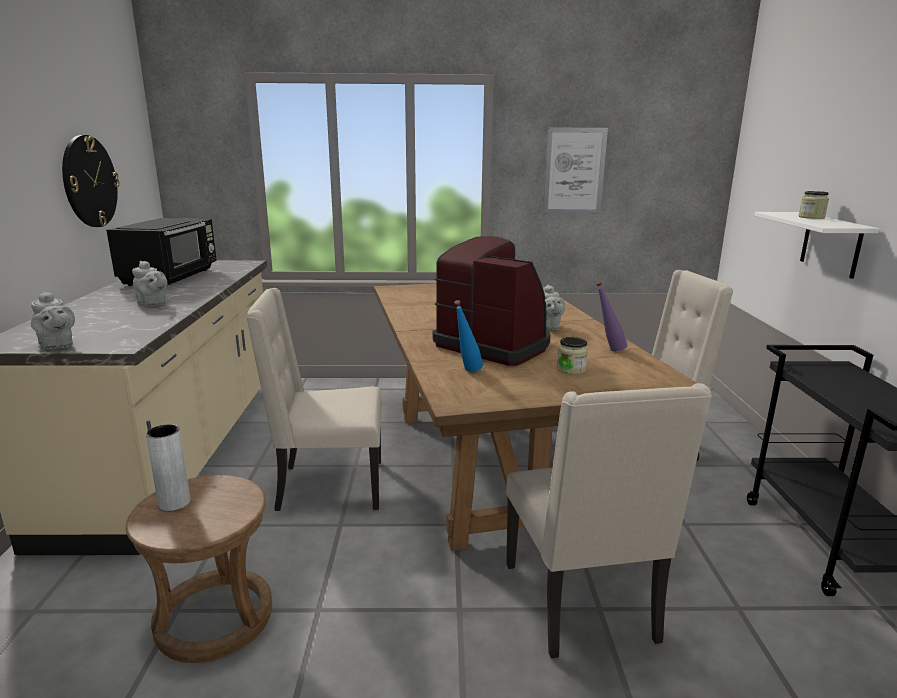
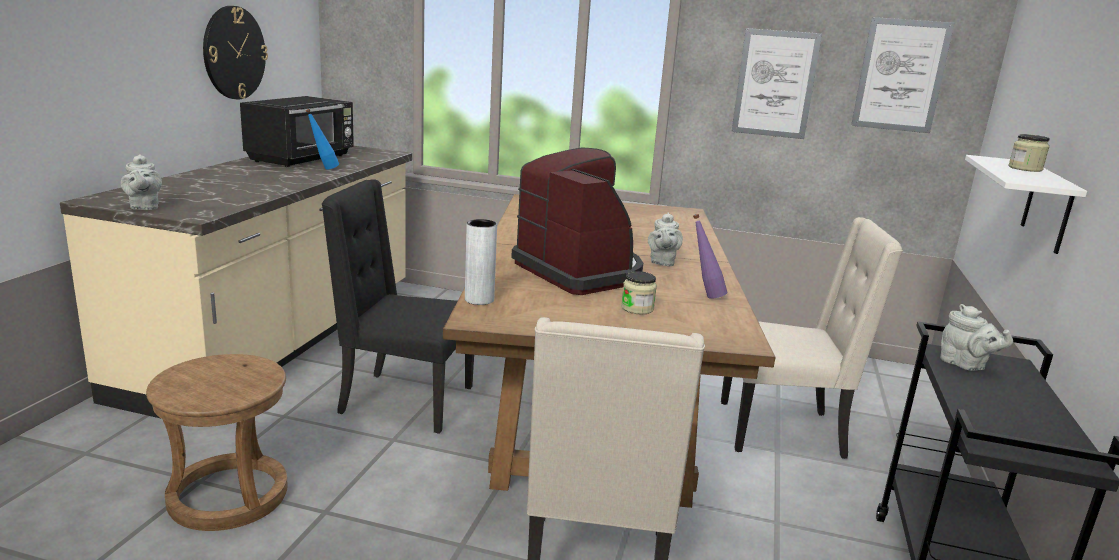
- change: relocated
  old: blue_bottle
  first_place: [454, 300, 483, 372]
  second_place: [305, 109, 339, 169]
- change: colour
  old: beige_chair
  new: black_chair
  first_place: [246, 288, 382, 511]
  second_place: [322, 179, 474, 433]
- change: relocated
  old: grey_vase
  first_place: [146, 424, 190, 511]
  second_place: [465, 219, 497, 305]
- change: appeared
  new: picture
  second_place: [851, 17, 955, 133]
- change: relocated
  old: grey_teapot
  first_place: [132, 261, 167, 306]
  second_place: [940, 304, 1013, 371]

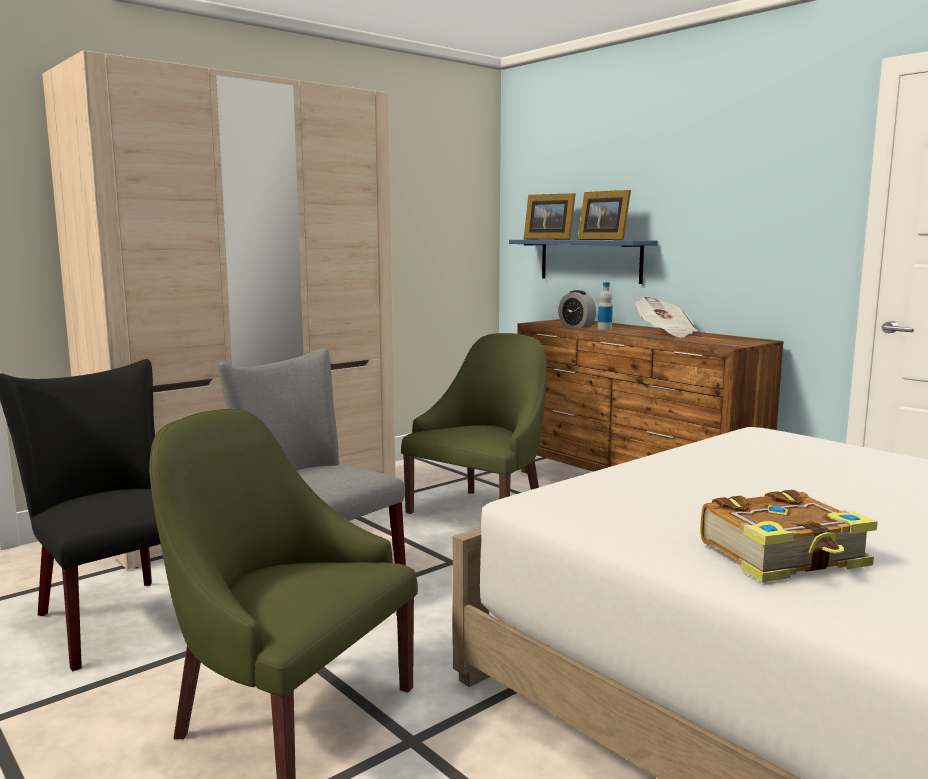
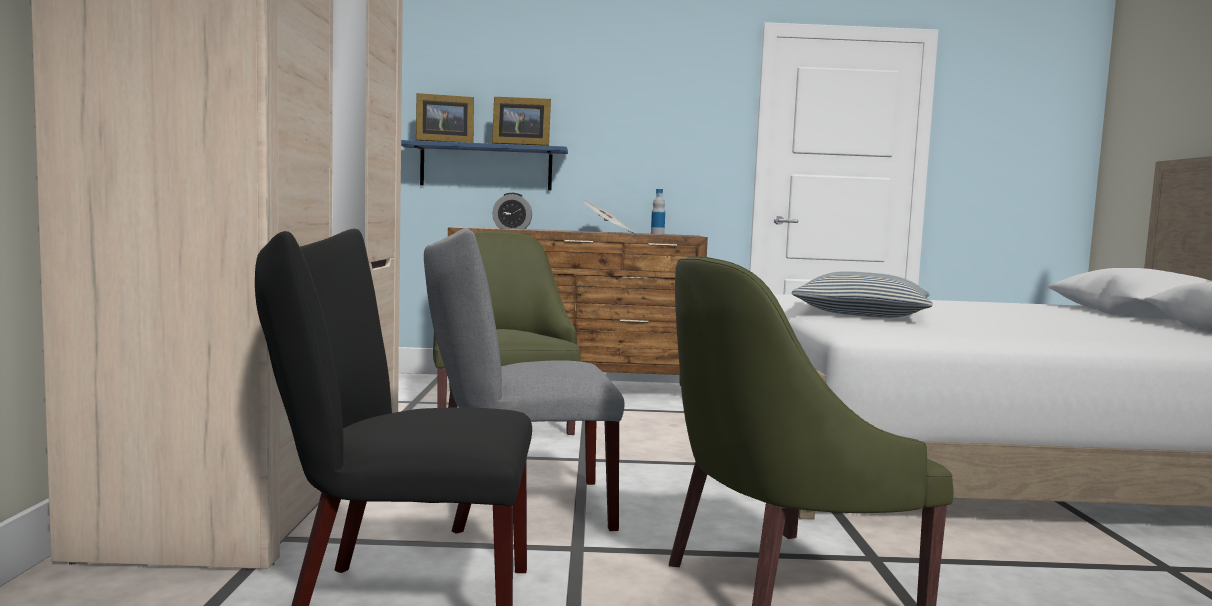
- change: relocated
  old: bottle
  first_place: [598, 282, 613, 330]
  second_place: [651, 189, 665, 235]
- change: appeared
  new: pillow
  second_place: [792, 271, 933, 318]
- change: missing
  old: book
  first_place: [701, 490, 878, 582]

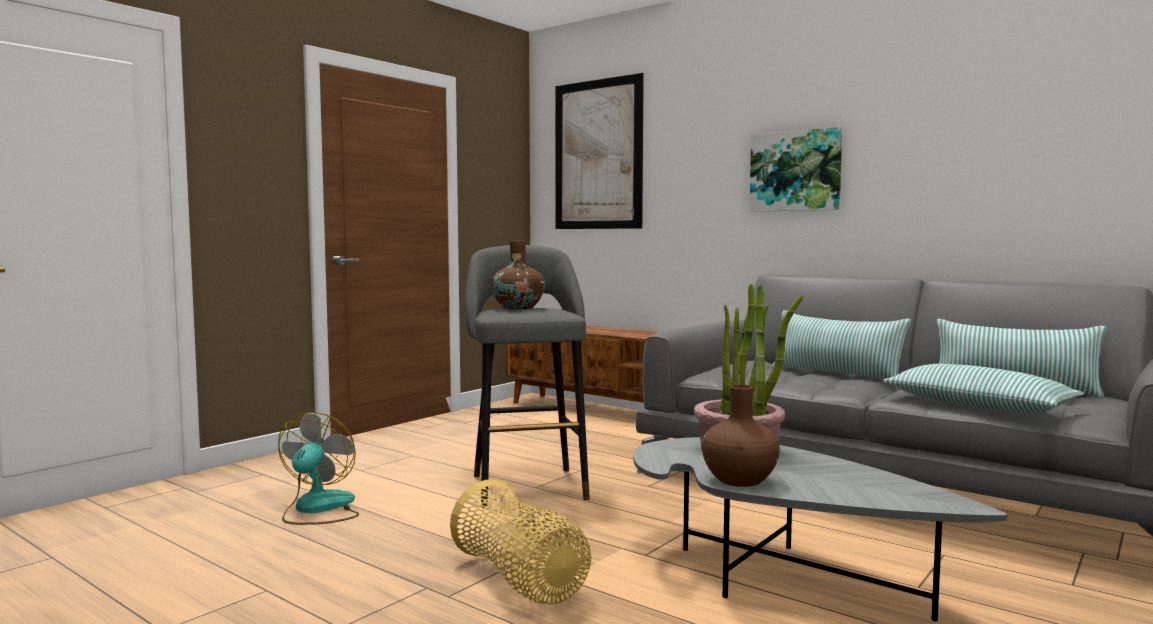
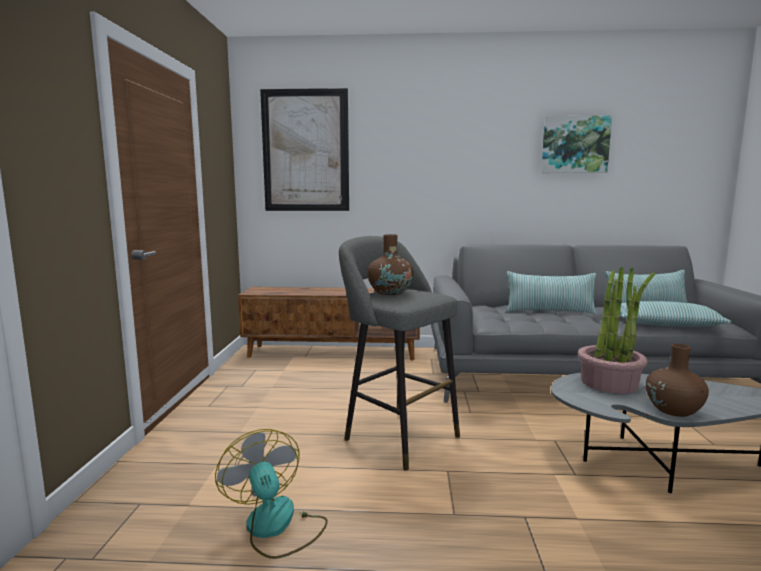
- change: relocated
  old: picture
  first_place: [750, 127, 842, 212]
  second_place: [541, 116, 612, 173]
- change: missing
  old: basket
  first_place: [450, 480, 591, 604]

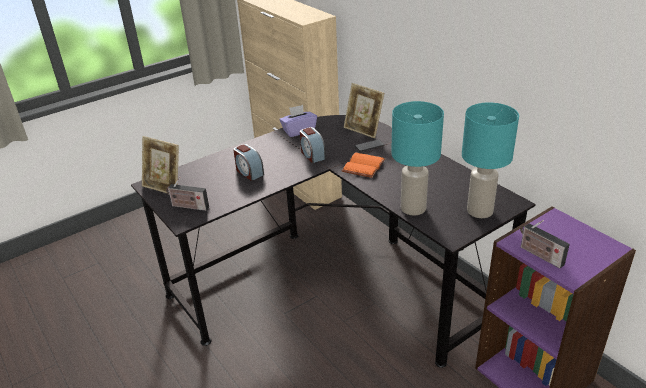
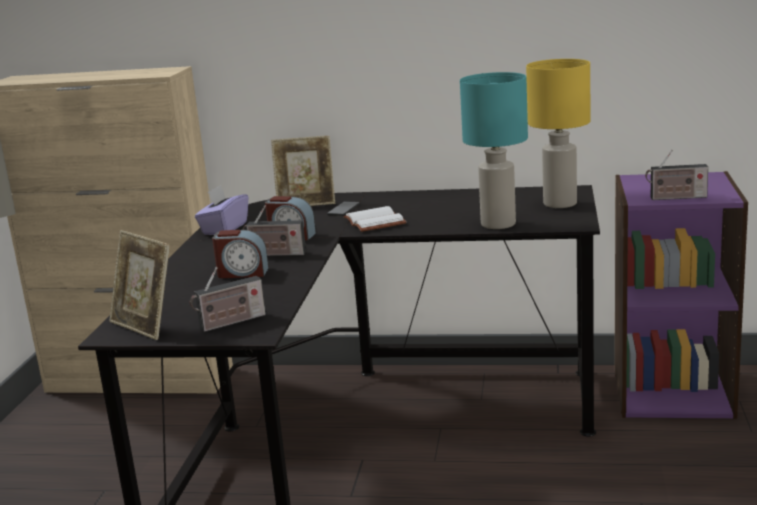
- change: spun
  old: picture_frame
  first_place: [142, 136, 179, 194]
  second_place: [109, 230, 170, 340]
  degrees: 60
- change: appeared
  new: radio
  second_place: [242, 205, 306, 256]
- change: colour
  old: orange_book
  new: white_book
  first_place: [342, 153, 385, 178]
  second_place: [343, 206, 407, 232]
- change: colour
  old: turquoise_table_lamp
  new: yellow_table_lamp
  first_place: [462, 102, 519, 218]
  second_place: [526, 59, 590, 208]

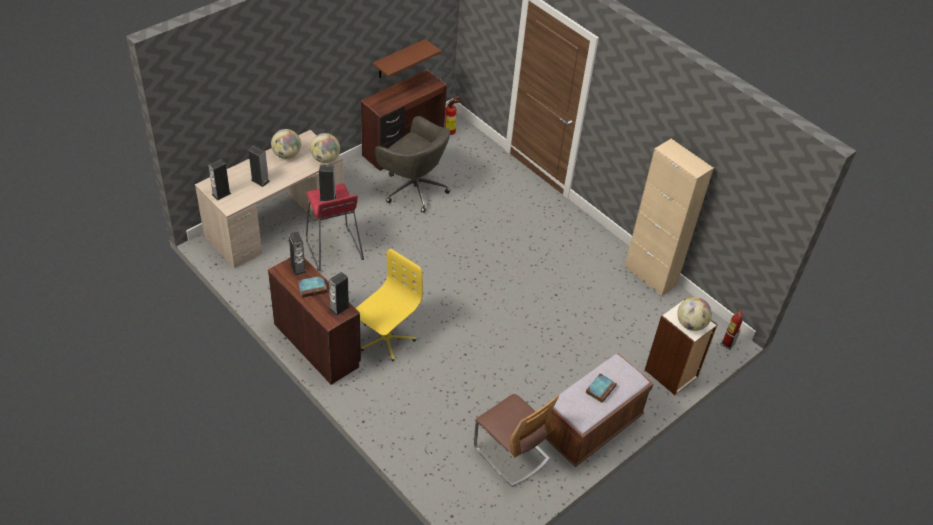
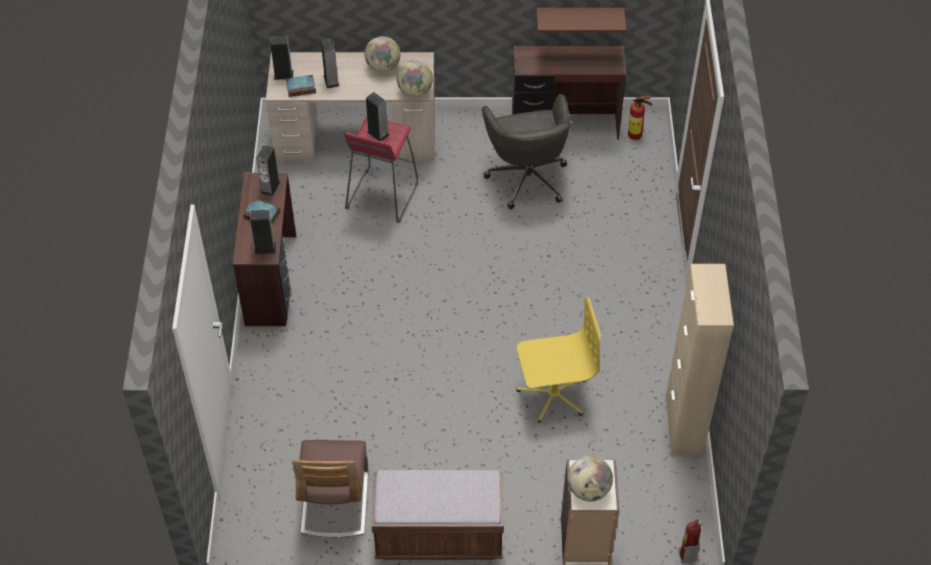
- change: relocated
  old: book
  first_place: [586, 373, 617, 403]
  second_place: [286, 75, 316, 97]
- change: relocated
  old: yellow_office_chair
  first_place: [356, 249, 423, 362]
  second_place: [516, 297, 601, 423]

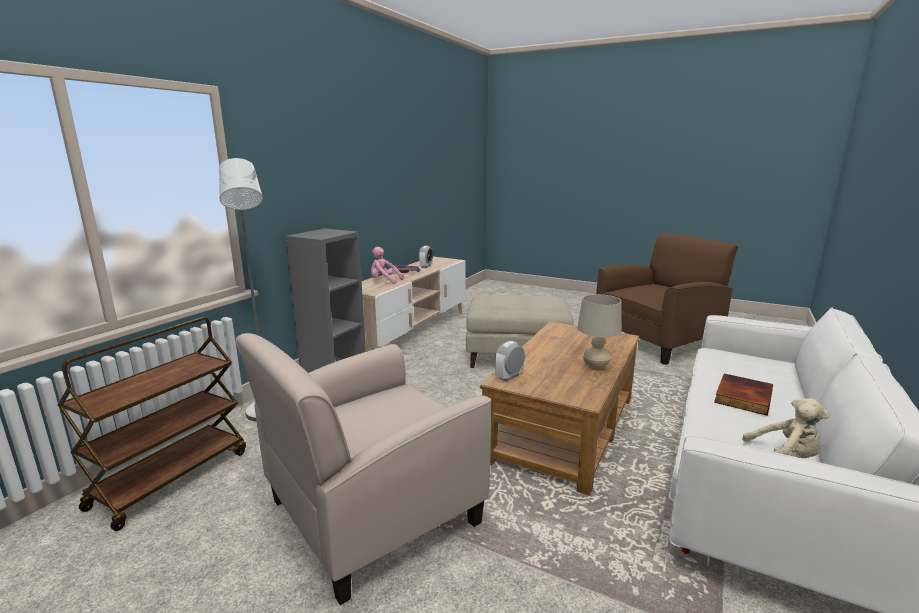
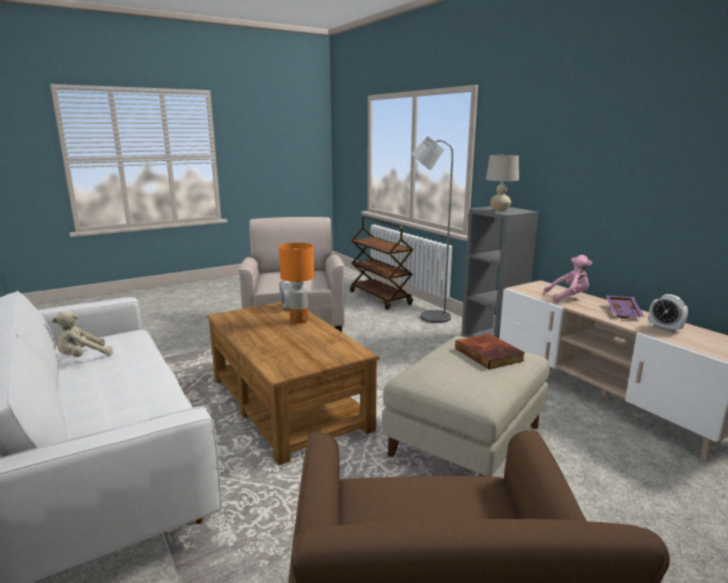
- change: appeared
  new: orange_table_lamp
  second_place: [279, 242, 314, 323]
- change: relocated
  old: book
  first_place: [714, 374, 773, 415]
  second_place: [455, 333, 525, 369]
- change: relocated
  old: beige_table_lamp
  first_place: [577, 294, 622, 370]
  second_place: [486, 155, 519, 211]
- change: spun
  old: pink_plush_toy
  first_place: [371, 247, 404, 284]
  second_place: [544, 255, 592, 302]
  degrees: 45

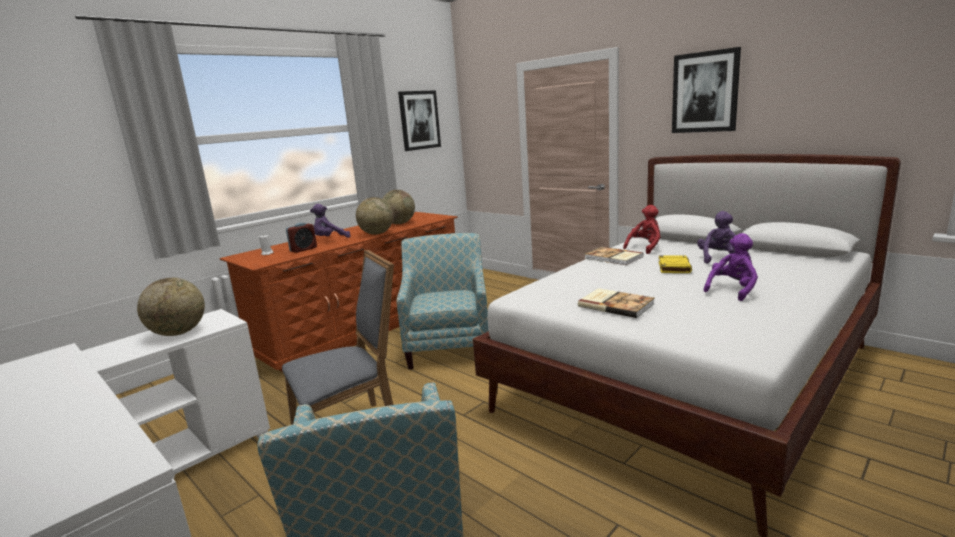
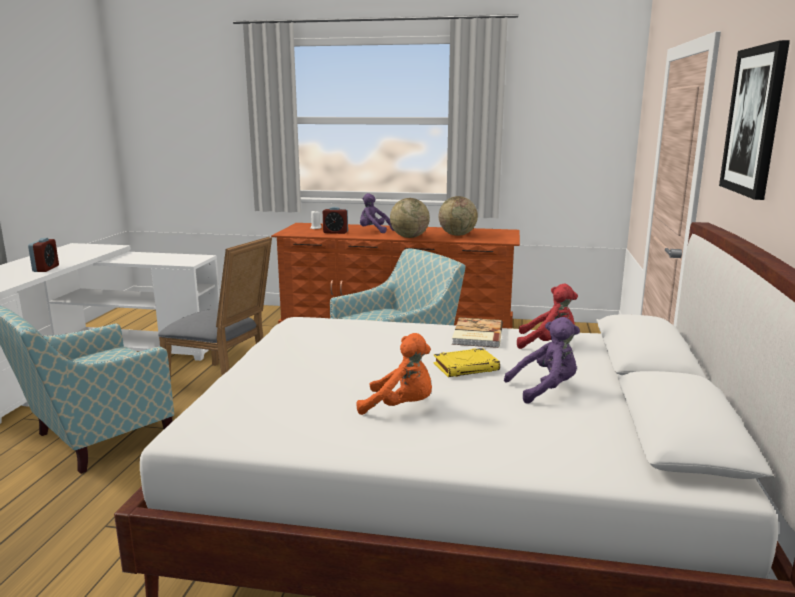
- change: appeared
  new: alarm_clock
  second_place: [28, 238, 59, 272]
- change: colour
  old: purple_plush_toy
  new: orange_plush_toy
  first_place: [704, 233, 758, 301]
  second_place: [357, 333, 432, 415]
- change: missing
  old: globe
  first_place: [137, 278, 205, 336]
- change: missing
  old: picture
  first_place: [398, 90, 441, 151]
- change: missing
  old: book
  first_place: [578, 288, 655, 318]

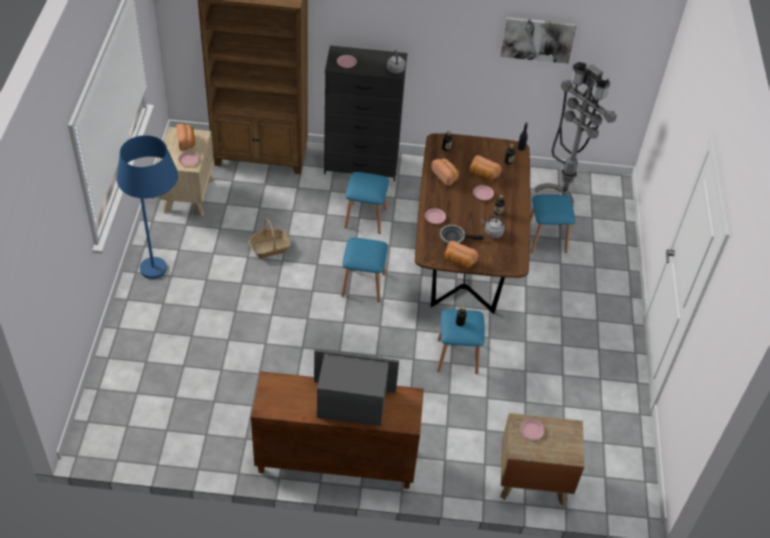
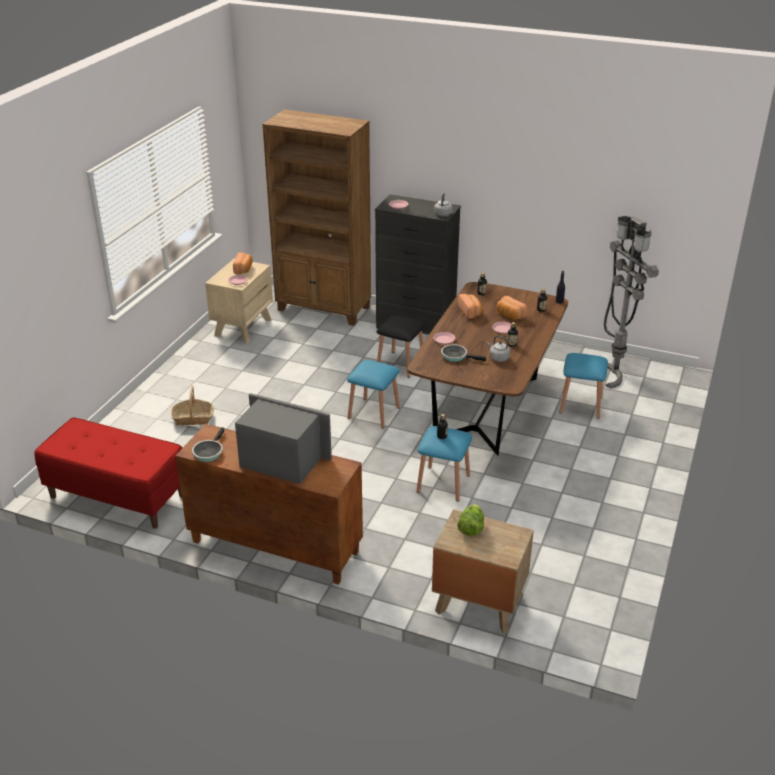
- change: appeared
  new: red_bench
  second_place: [34, 418, 183, 529]
- change: relocated
  old: basket
  first_place: [249, 219, 291, 258]
  second_place: [171, 385, 214, 426]
- change: appeared
  new: frying_pan
  second_place: [192, 427, 225, 462]
- change: colour
  old: blue_stool
  new: black_stool
  first_place: [344, 172, 389, 234]
  second_place: [377, 315, 425, 378]
- change: exchanged
  old: pink_plate
  new: lettuce
  first_place: [520, 419, 545, 440]
  second_place: [457, 504, 484, 536]
- change: missing
  old: blue_floor_lamp
  first_place: [117, 135, 178, 279]
- change: missing
  old: bread
  first_place: [445, 241, 478, 268]
- change: missing
  old: picture
  first_place: [500, 17, 577, 64]

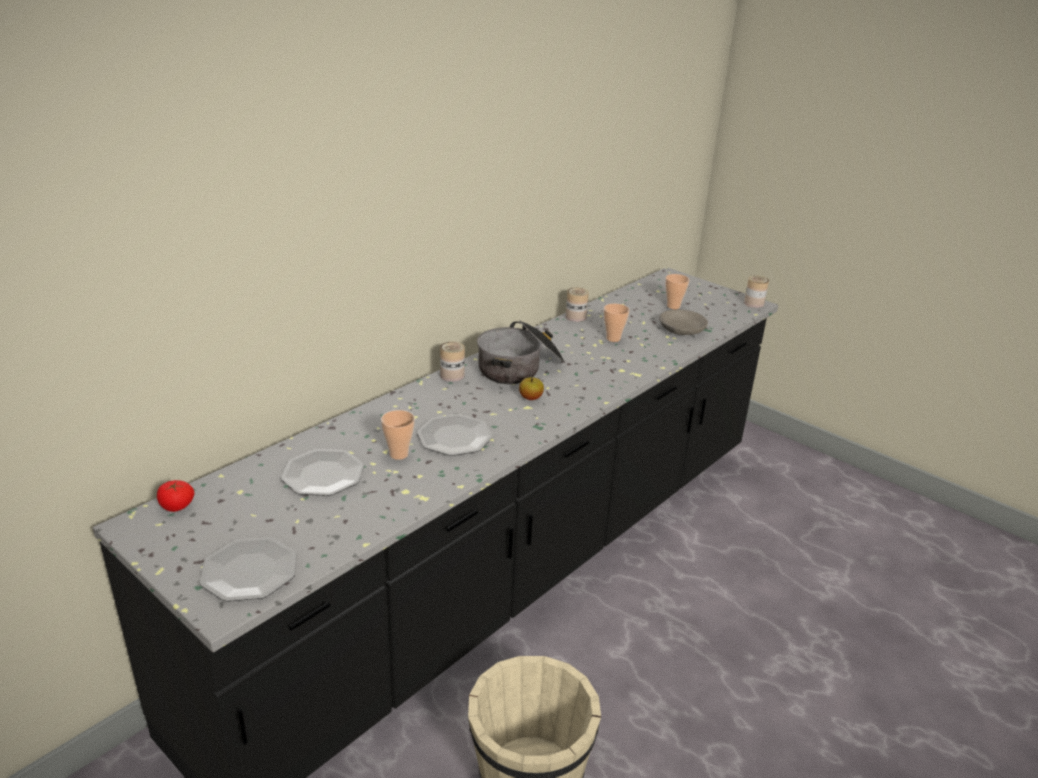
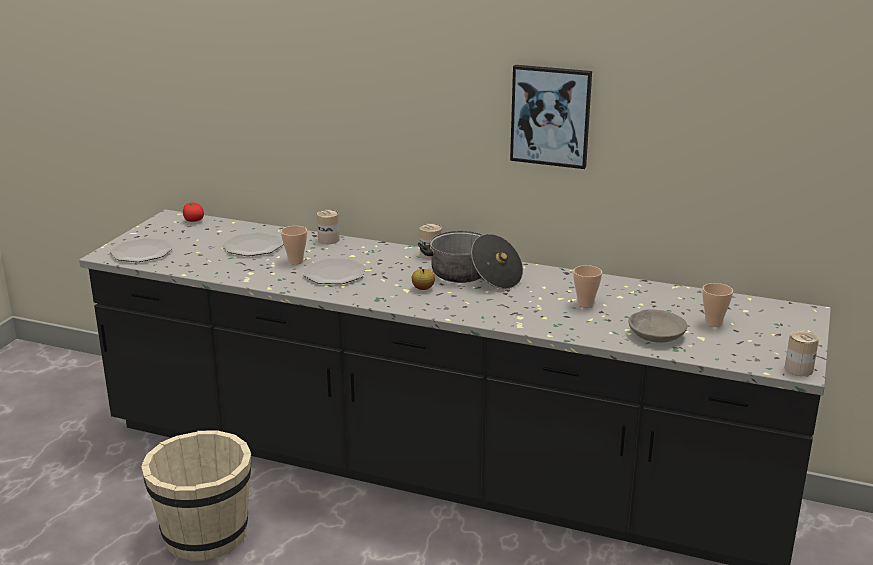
- change: relocated
  old: can
  first_place: [566, 288, 589, 322]
  second_place: [317, 210, 340, 244]
- change: appeared
  new: picture
  second_place: [510, 65, 592, 169]

